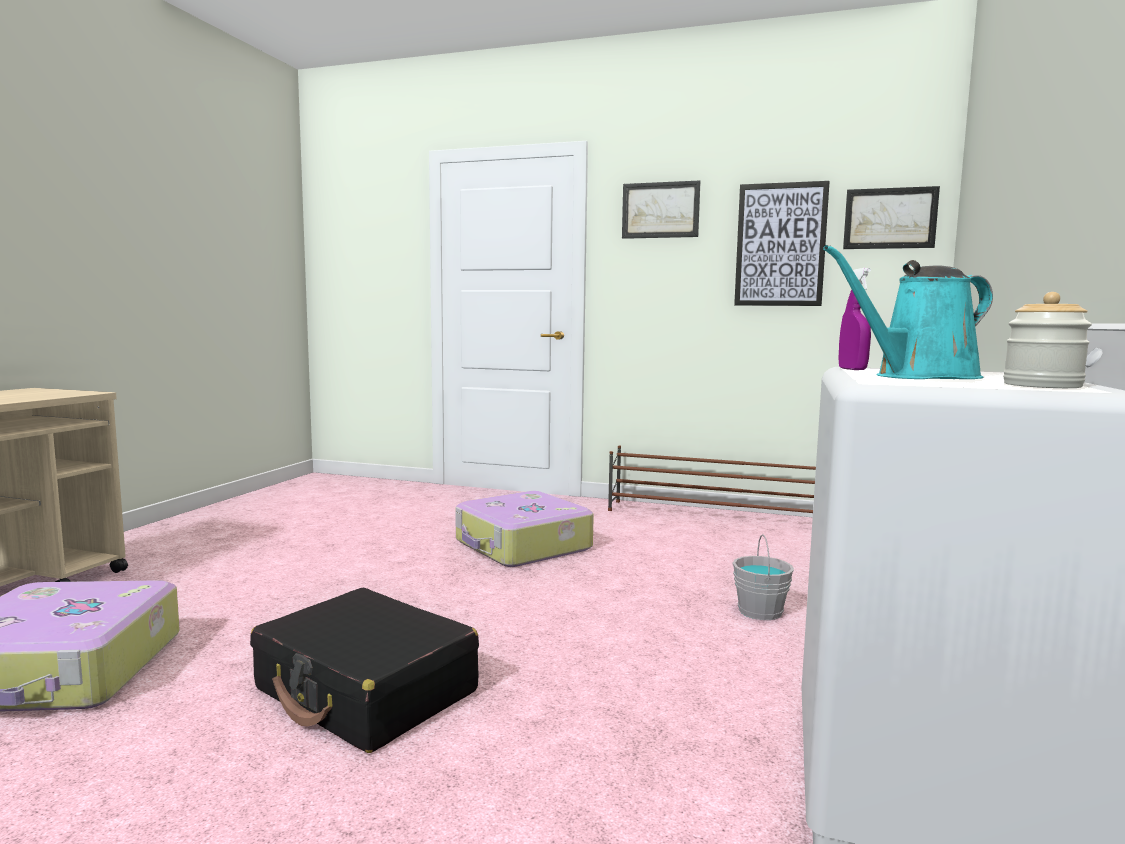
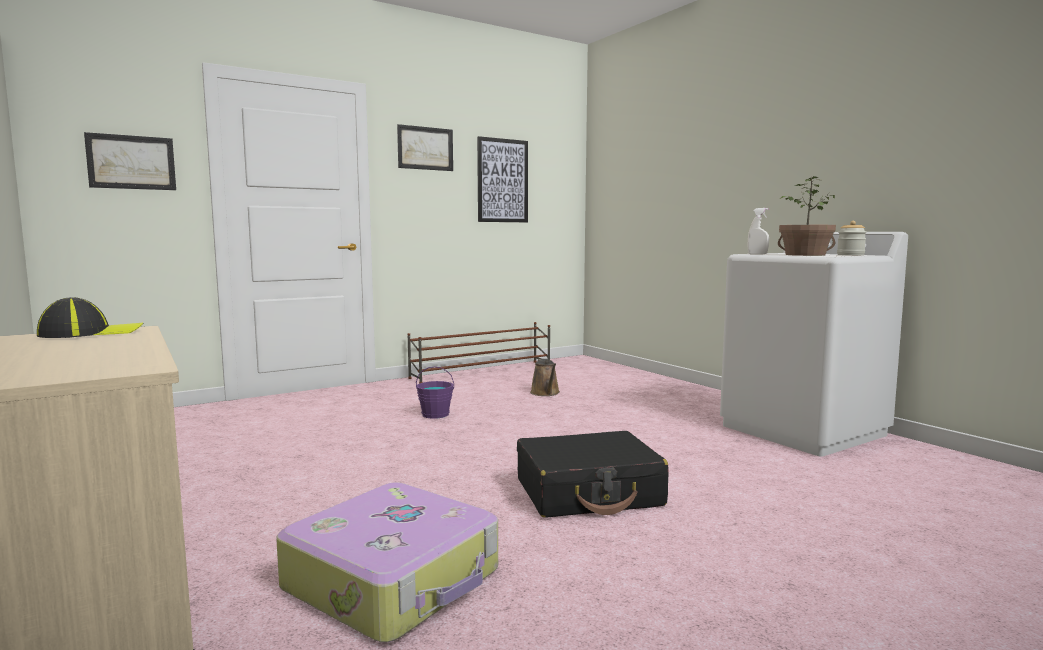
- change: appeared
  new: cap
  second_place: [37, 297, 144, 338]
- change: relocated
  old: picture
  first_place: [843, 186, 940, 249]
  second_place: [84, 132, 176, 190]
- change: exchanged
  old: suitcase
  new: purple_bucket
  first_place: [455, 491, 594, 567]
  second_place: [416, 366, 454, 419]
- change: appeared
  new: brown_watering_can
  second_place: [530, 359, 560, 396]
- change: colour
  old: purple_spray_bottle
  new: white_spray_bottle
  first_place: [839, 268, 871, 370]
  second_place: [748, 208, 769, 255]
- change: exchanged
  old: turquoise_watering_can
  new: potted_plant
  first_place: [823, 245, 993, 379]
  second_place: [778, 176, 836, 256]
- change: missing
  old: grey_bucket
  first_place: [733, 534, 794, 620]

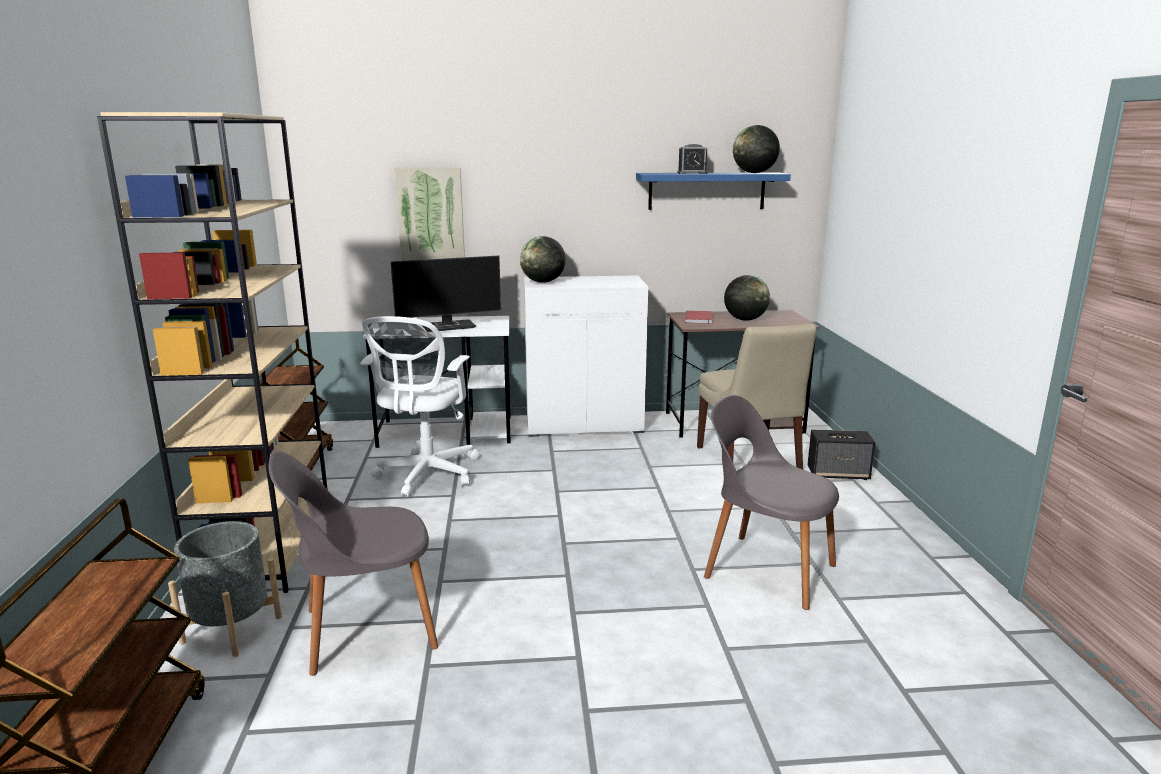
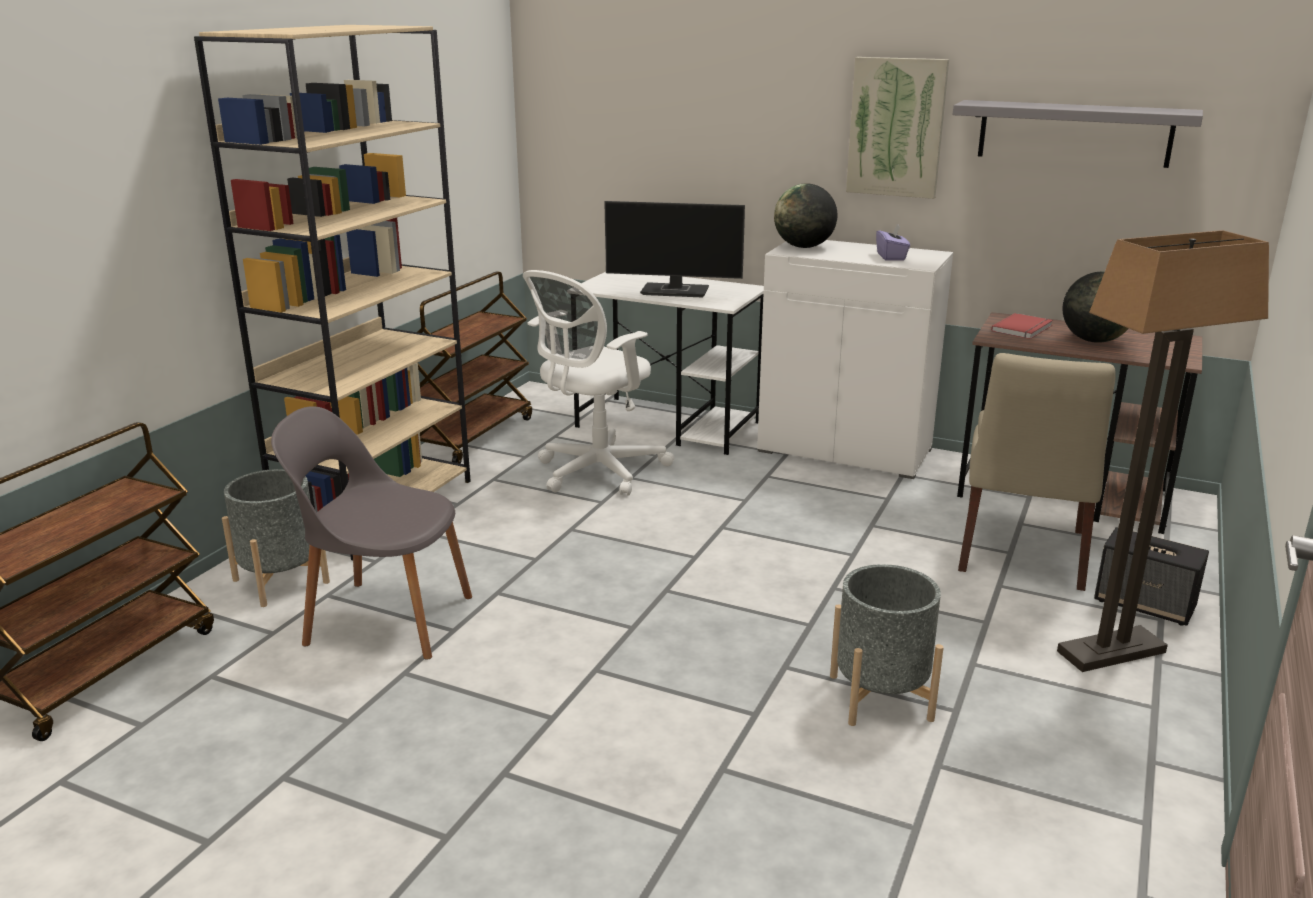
- change: exchanged
  old: grey_chair
  new: grey_planter
  first_place: [704, 395, 839, 610]
  second_place: [830, 564, 944, 726]
- change: relocated
  old: picture
  first_place: [394, 167, 465, 261]
  second_place: [846, 57, 949, 199]
- change: appeared
  new: purple_tissue_box
  second_place: [876, 224, 910, 261]
- change: colour
  old: blue_shelf
  new: grey_shelf
  first_place: [636, 172, 791, 210]
  second_place: [953, 100, 1203, 168]
- change: appeared
  new: floor_lamp
  second_place: [1057, 230, 1269, 672]
- change: missing
  old: alarm_clock
  first_place: [677, 144, 708, 174]
- change: missing
  old: globe
  first_place: [733, 125, 780, 173]

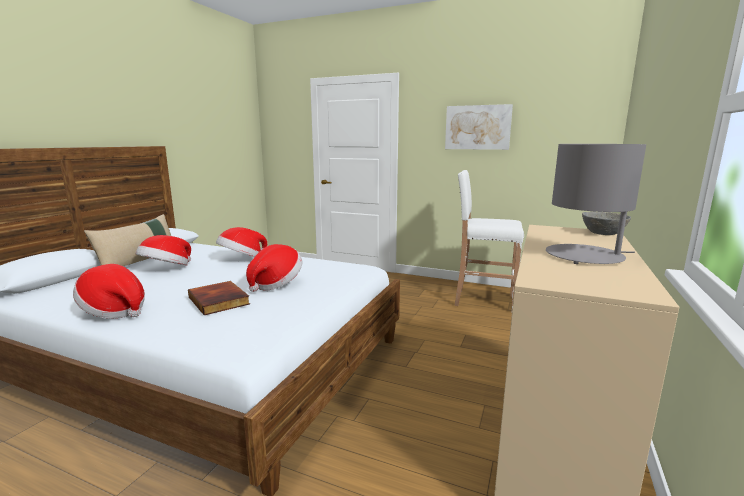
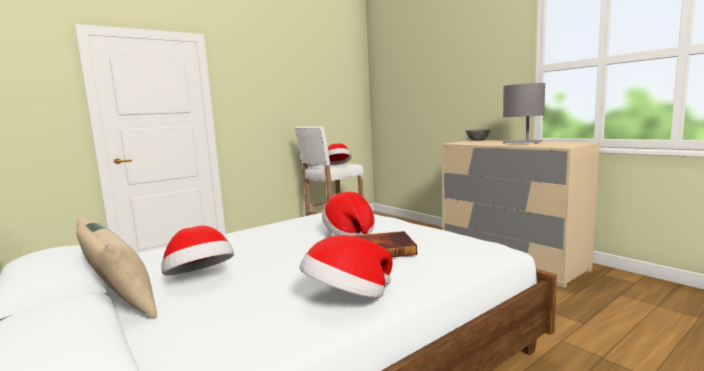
- change: relocated
  old: hat
  first_place: [216, 227, 267, 257]
  second_place: [328, 143, 351, 165]
- change: missing
  old: picture
  first_place: [445, 104, 513, 150]

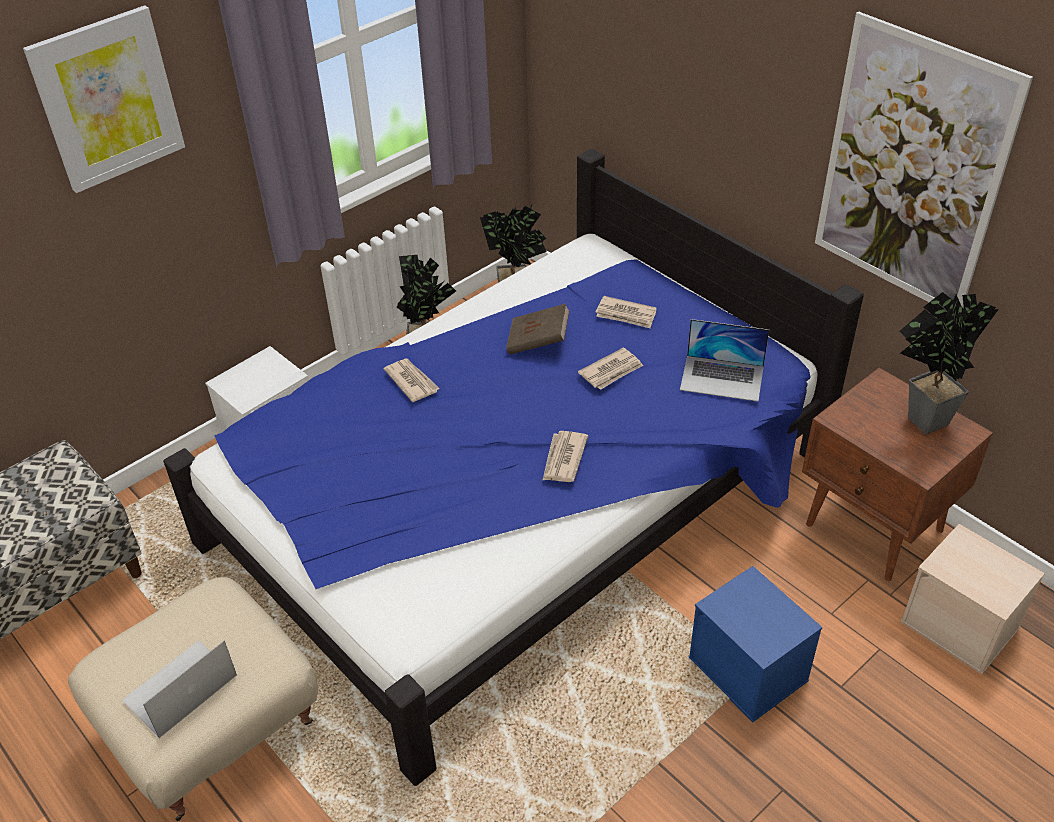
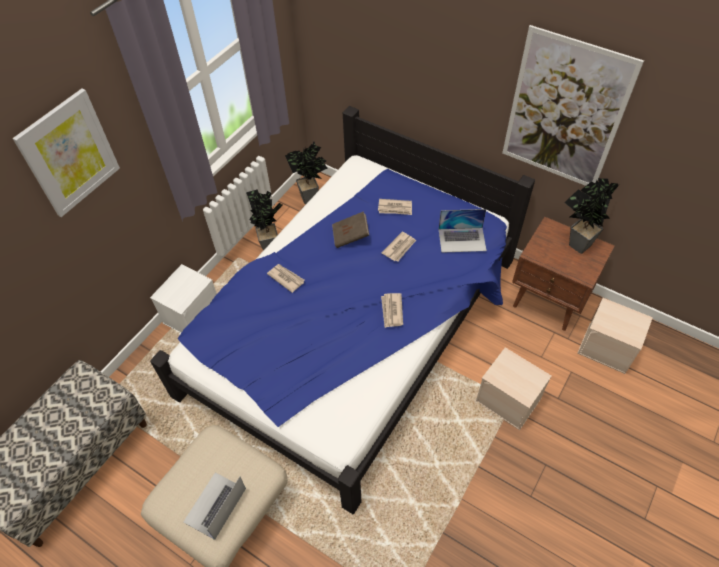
- change: colour
  old: blue_storage_box
  new: beige_storage_box
  first_place: [688, 566, 822, 722]
  second_place: [475, 347, 552, 430]

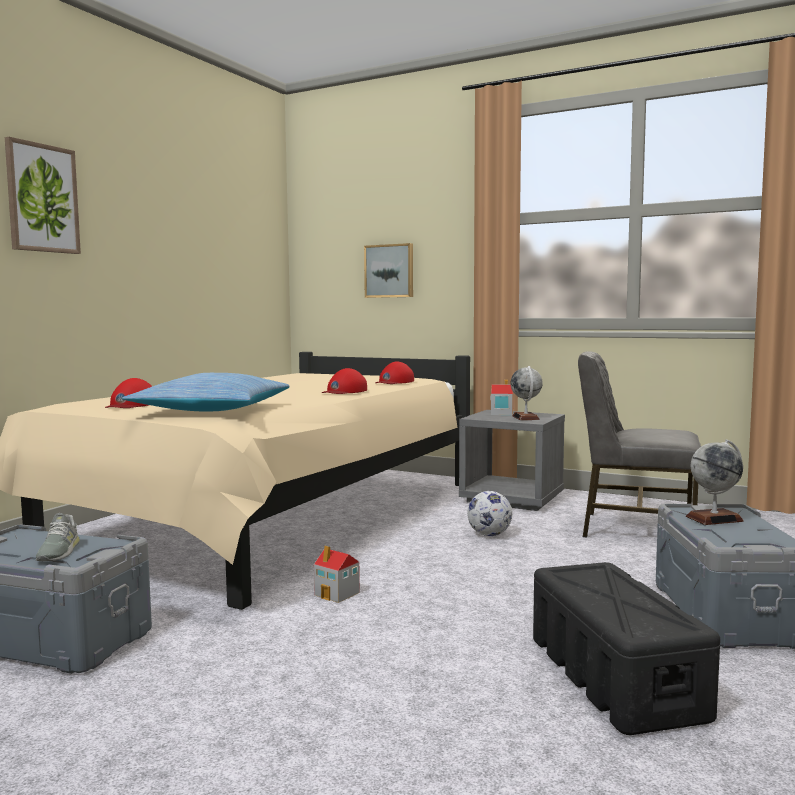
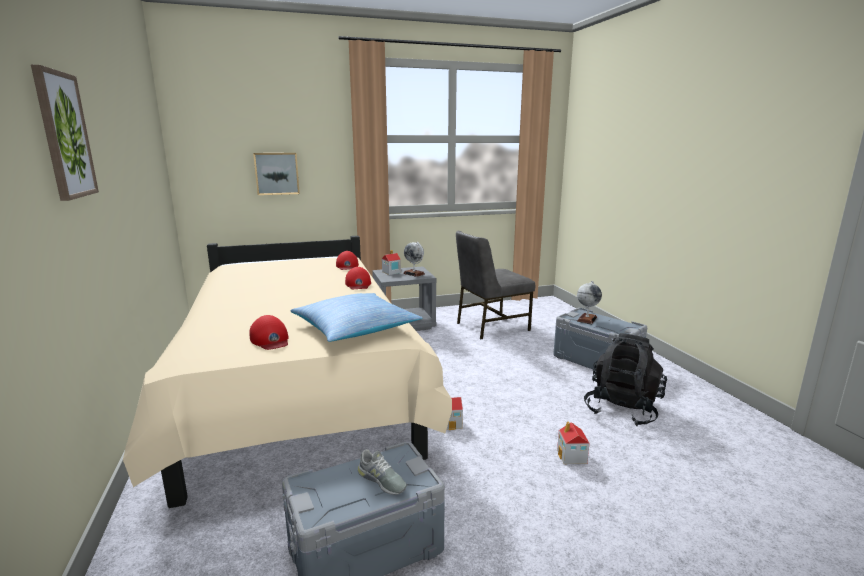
- change: appeared
  new: toy_house
  second_place: [557, 421, 590, 464]
- change: exchanged
  old: black_storage_box
  new: black_backpack
  first_place: [533, 562, 720, 735]
  second_place: [584, 333, 667, 426]
- change: missing
  old: football
  first_place: [467, 491, 512, 536]

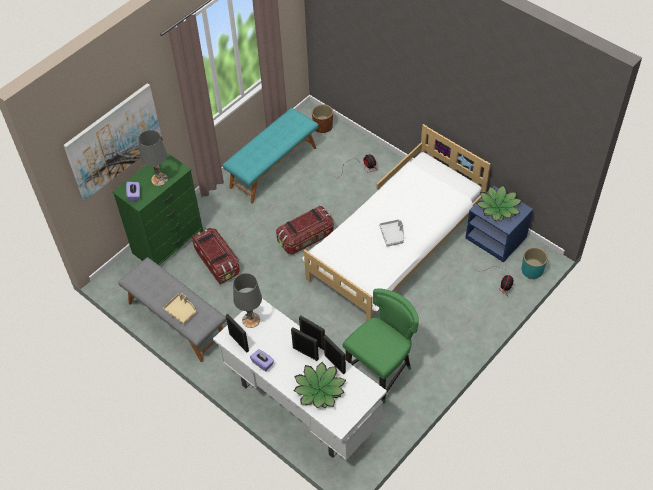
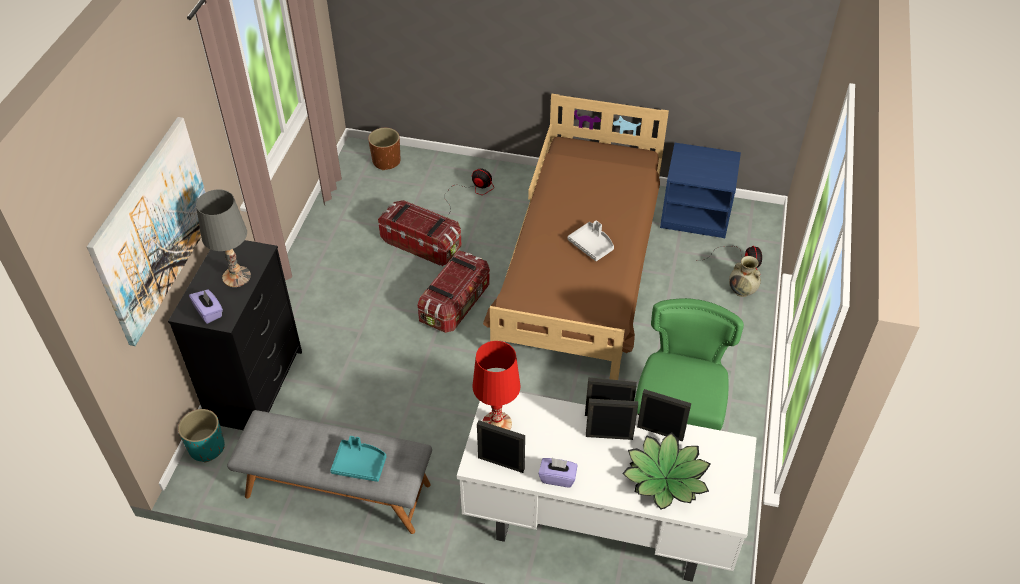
- change: colour
  old: green_dresser
  new: black_dresser
  first_place: [112, 153, 203, 265]
  second_place: [168, 240, 302, 430]
- change: relocated
  old: turquoise_planter
  first_place: [522, 247, 548, 279]
  second_place: [178, 409, 225, 462]
- change: colour
  old: beige_tray
  new: turquoise_tray
  first_place: [163, 293, 196, 324]
  second_place: [330, 436, 386, 482]
- change: relocated
  old: storage_box
  first_place: [192, 228, 240, 284]
  second_place: [378, 200, 462, 267]
- change: colour
  old: grey_table_lamp
  new: red_table_lamp
  first_place: [233, 273, 262, 328]
  second_place: [472, 341, 521, 430]
- change: colour
  old: white_bed
  new: brown_bed
  first_place: [302, 124, 491, 322]
  second_place: [483, 94, 669, 380]
- change: appeared
  new: beige_vase
  second_place: [729, 256, 761, 297]
- change: missing
  old: turquoise_bench
  first_place: [223, 108, 318, 203]
- change: missing
  old: potted_plant
  first_place: [476, 185, 522, 222]

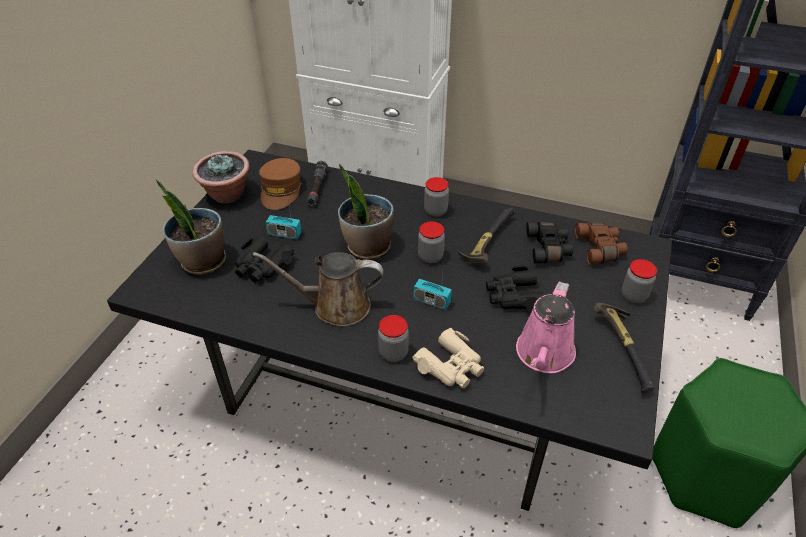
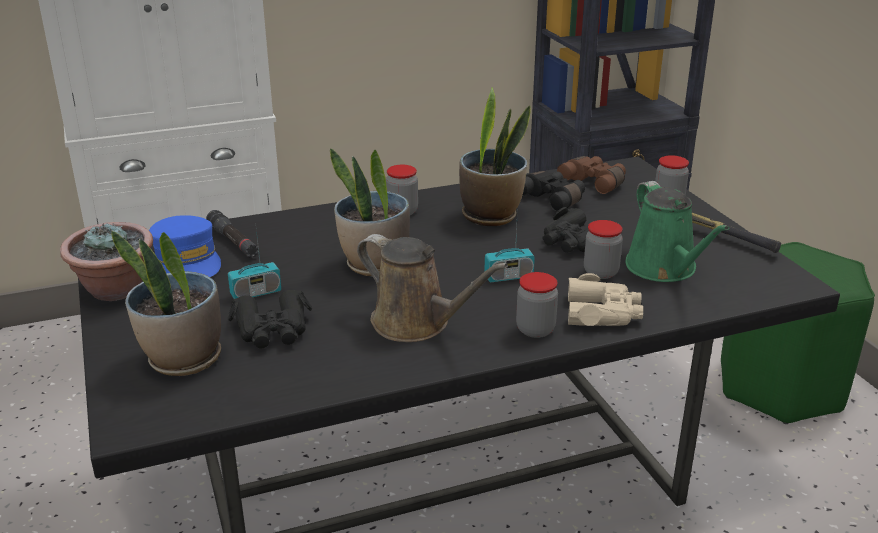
- change: colour
  old: brown_cap
  new: blue_cap
  first_place: [259, 158, 301, 210]
  second_place: [149, 215, 221, 277]
- change: spun
  old: brown_watering_can
  first_place: [253, 252, 384, 327]
  second_place: [357, 234, 508, 342]
  degrees: -105
- change: exchanged
  old: hammer
  new: potted_plant
  first_place: [458, 208, 515, 263]
  second_place: [459, 88, 531, 226]
- change: relocated
  old: jar
  first_place: [418, 222, 445, 263]
  second_place: [584, 220, 623, 279]
- change: colour
  old: pink_watering_can
  new: green_watering_can
  first_place: [516, 282, 576, 373]
  second_place: [625, 181, 729, 282]

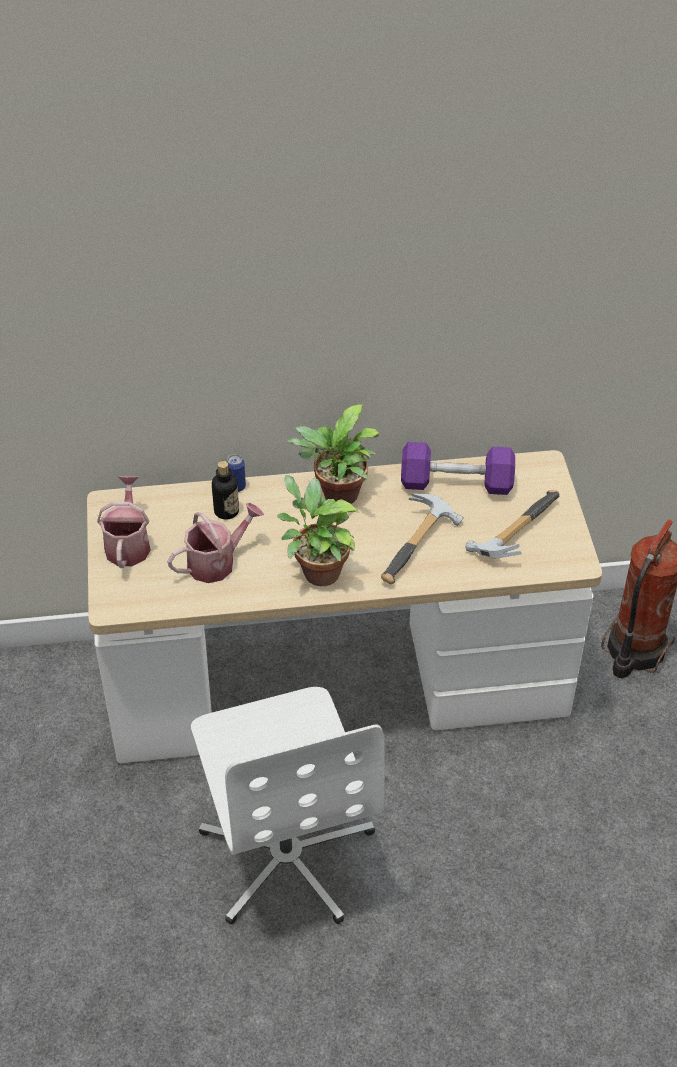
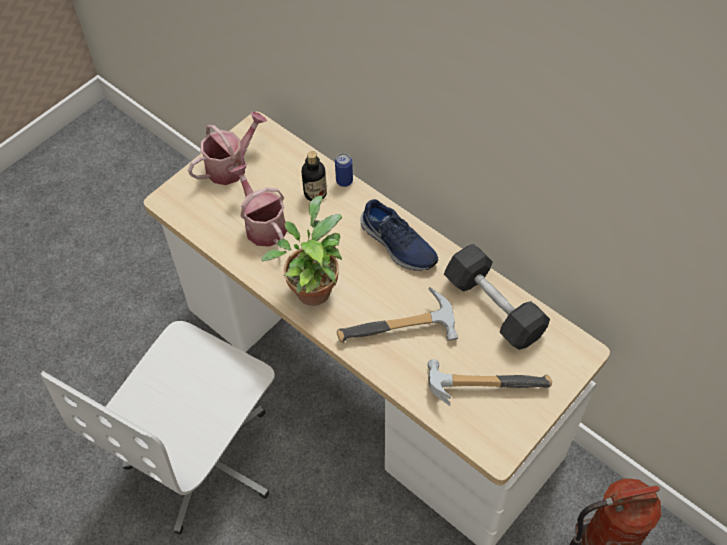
- change: spun
  old: watering_can
  first_place: [167, 503, 264, 583]
  second_place: [230, 164, 287, 247]
  degrees: -135
- change: exchanged
  old: potted_plant
  new: blue_shoe
  first_place: [285, 404, 379, 504]
  second_place: [360, 199, 438, 271]
- change: colour
  old: purple_dumbbell
  new: grey_dumbbell
  first_place: [401, 442, 515, 495]
  second_place: [444, 244, 550, 350]

